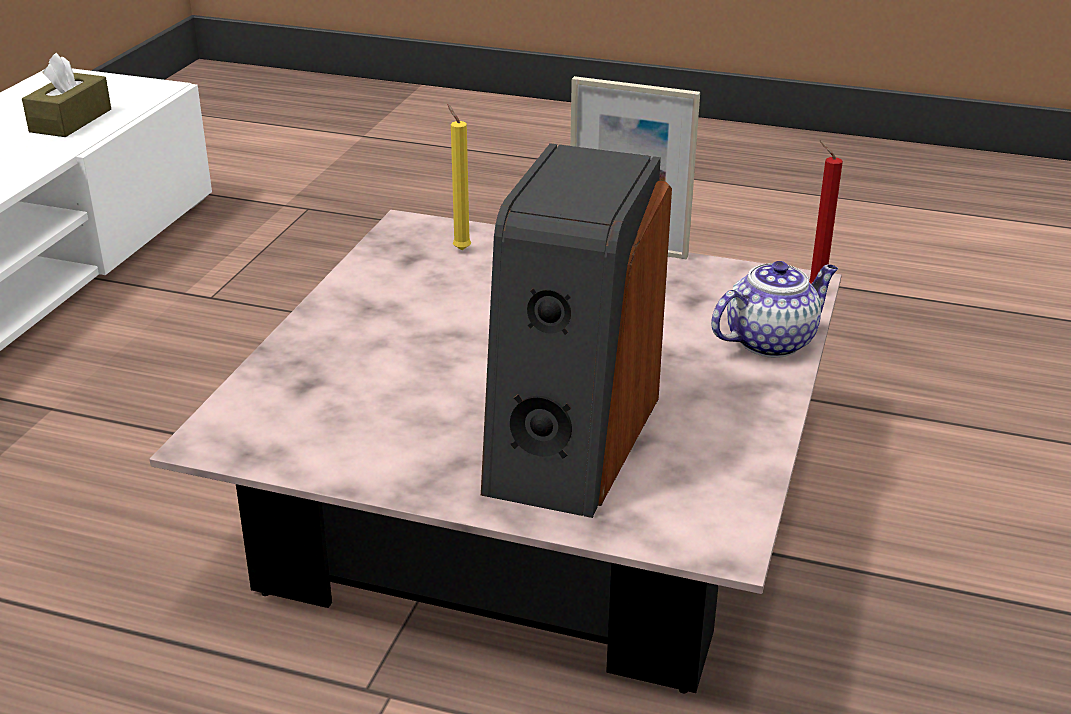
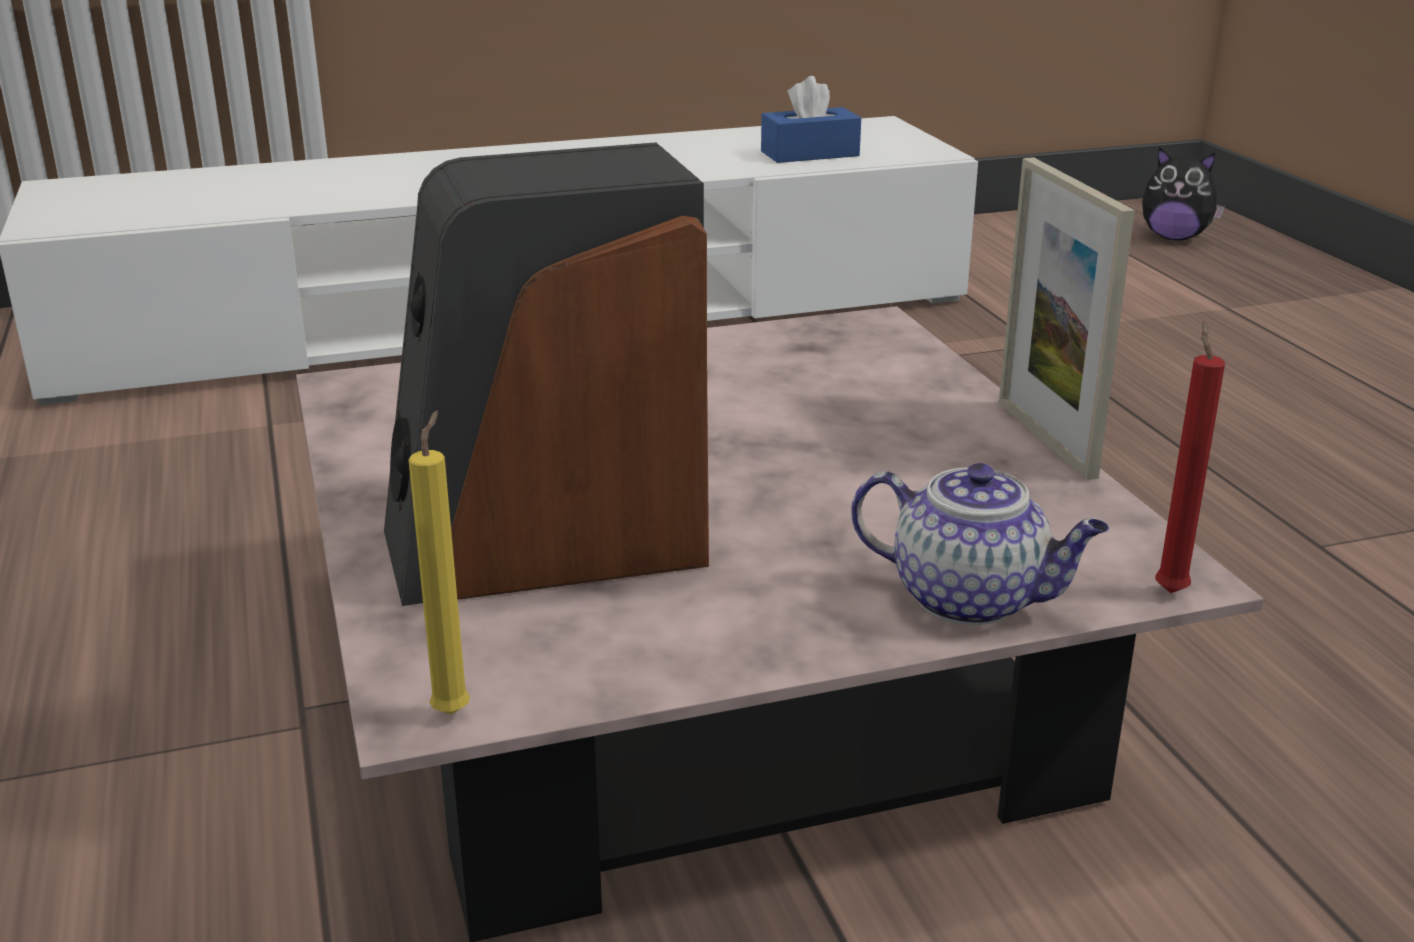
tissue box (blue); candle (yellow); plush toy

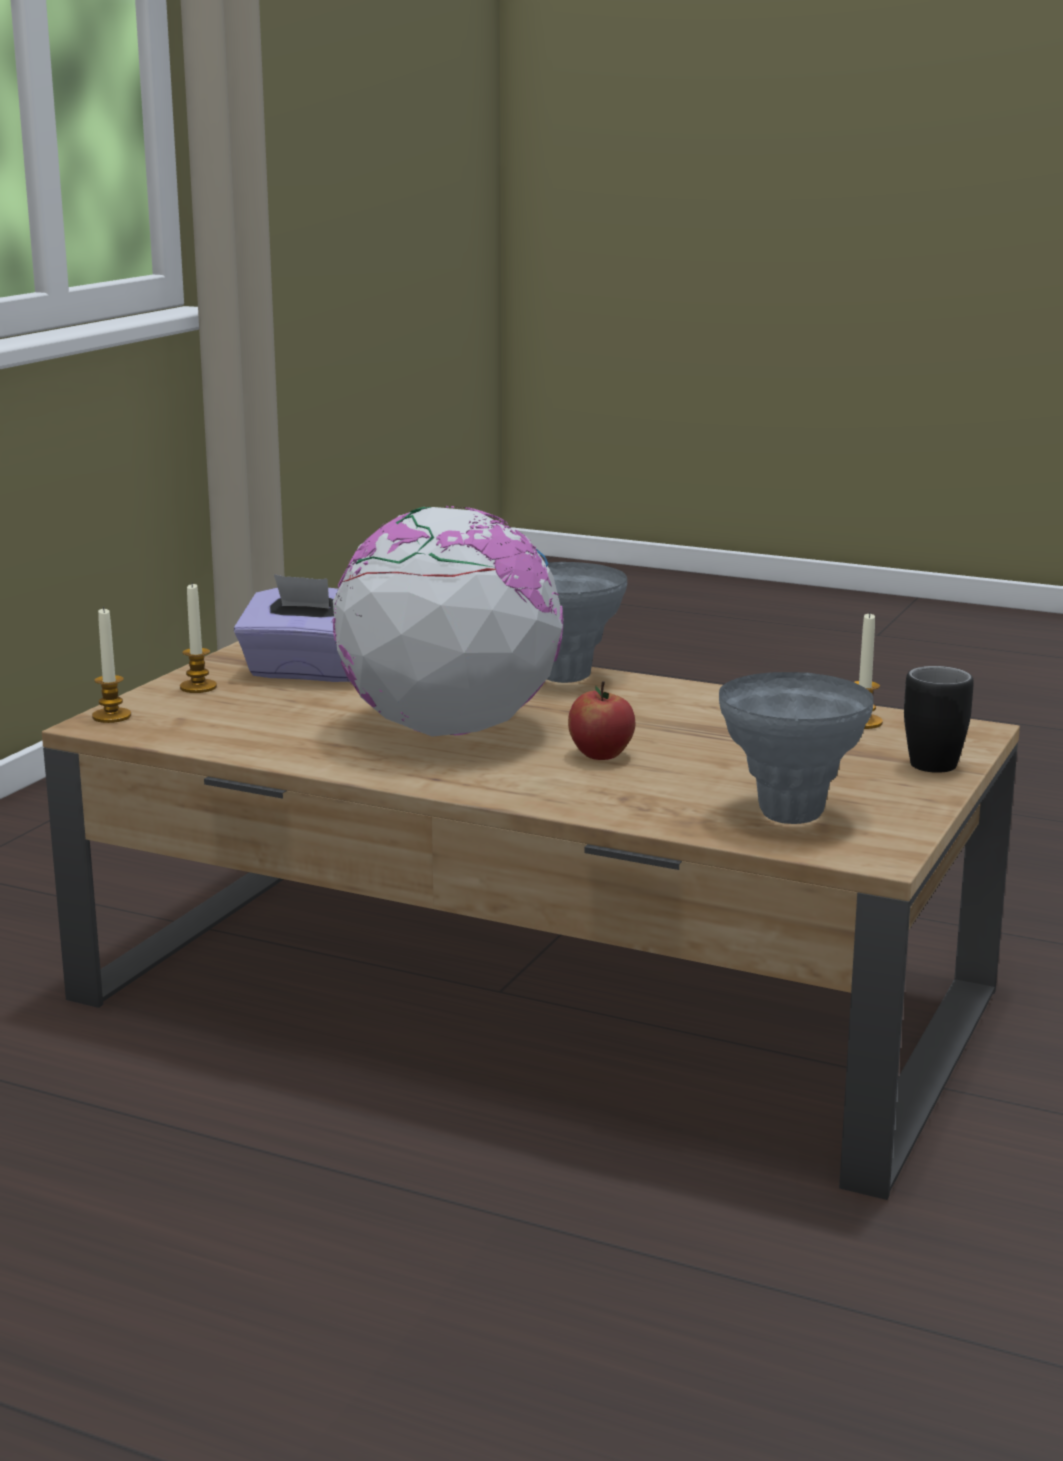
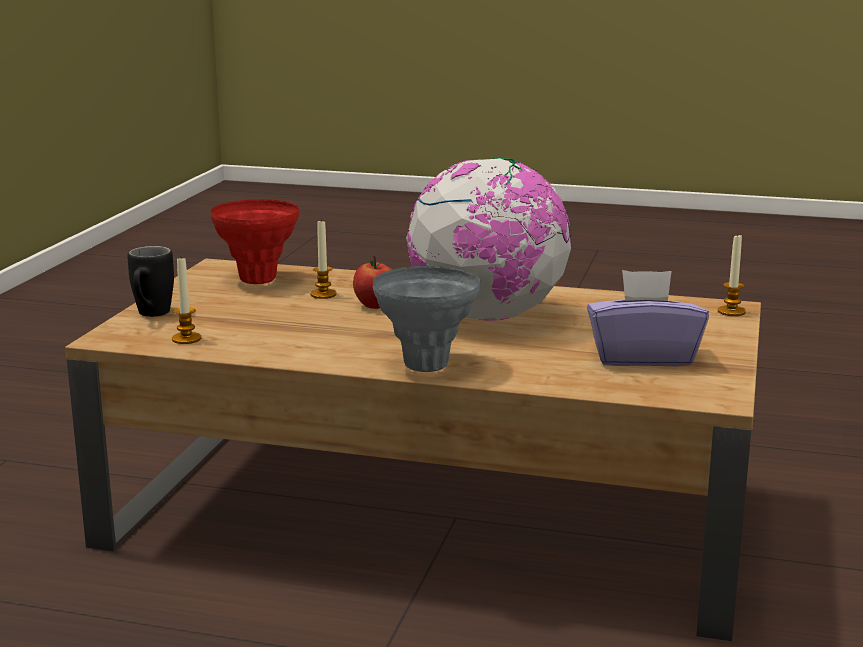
candle (2nd from left); vase (red)

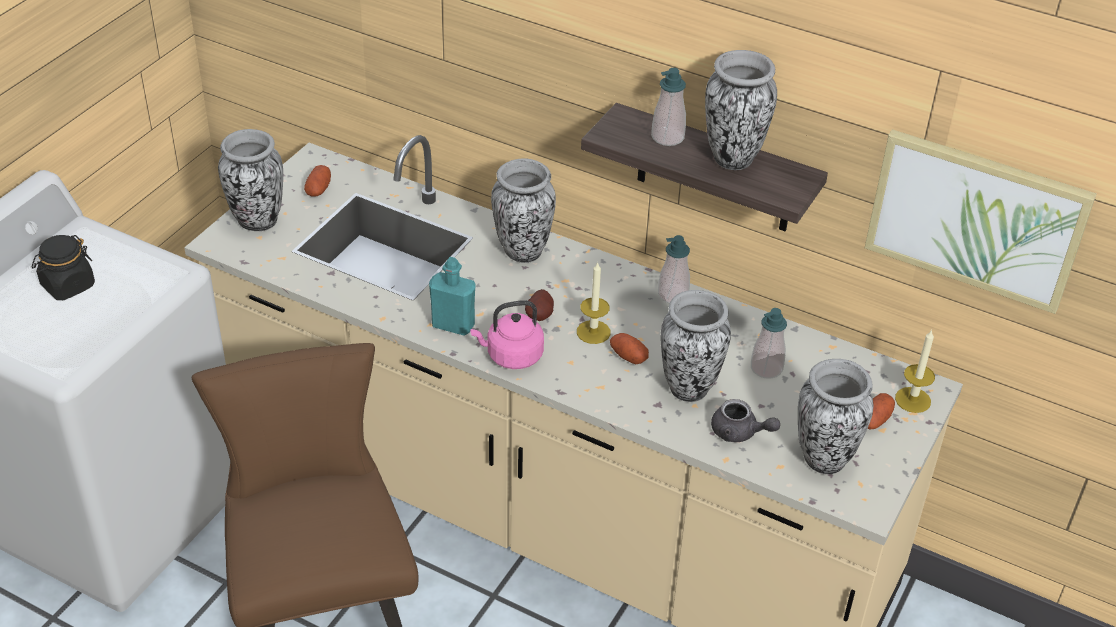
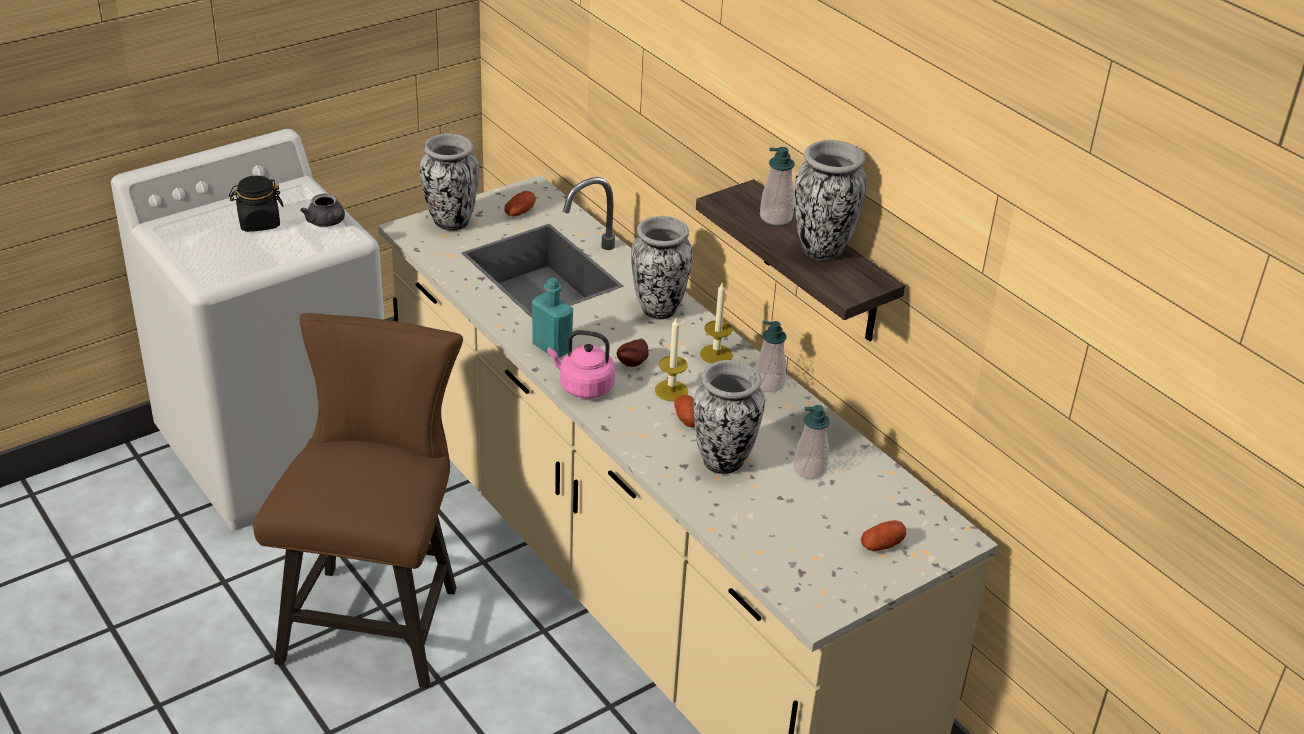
picture; candle (2nd from left); vase (5th from left in the first image); teapot (grey)

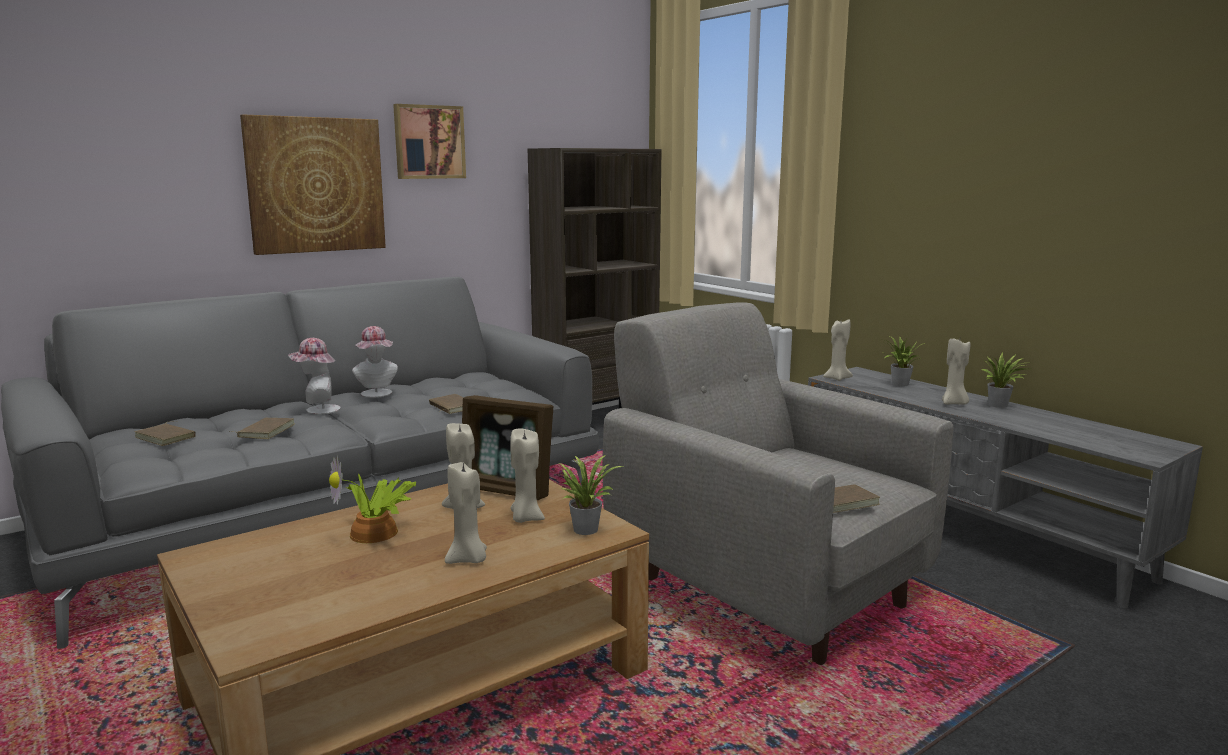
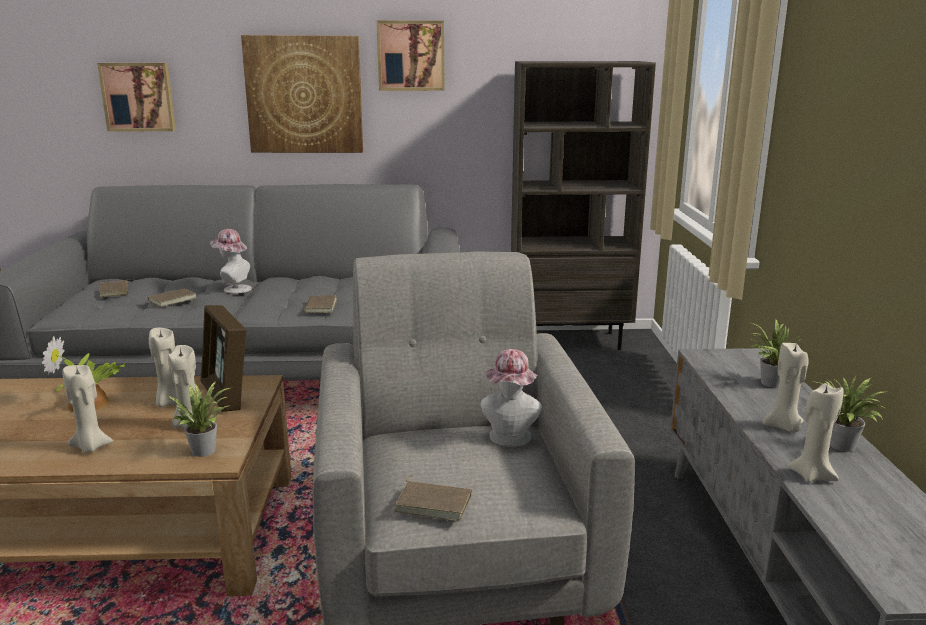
candle (beige) (5th from left); hat (2nd from left); picture (1st from left)

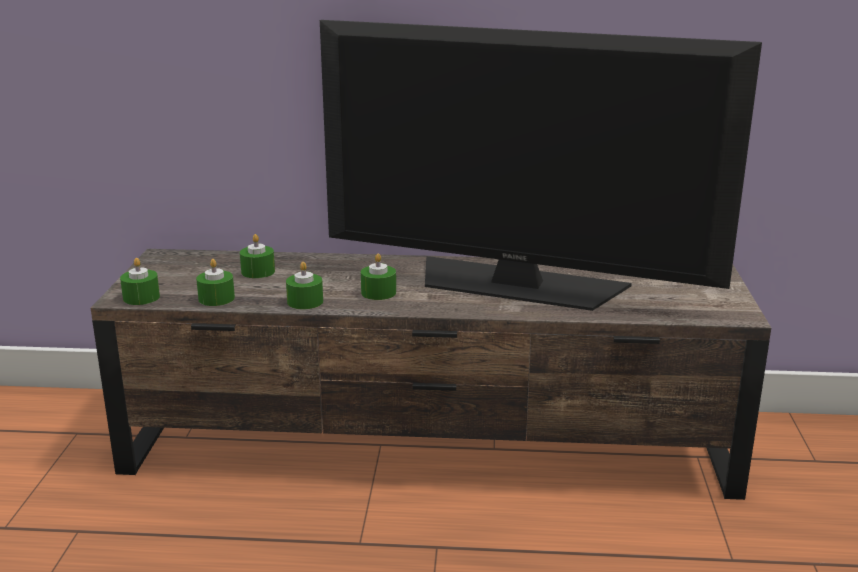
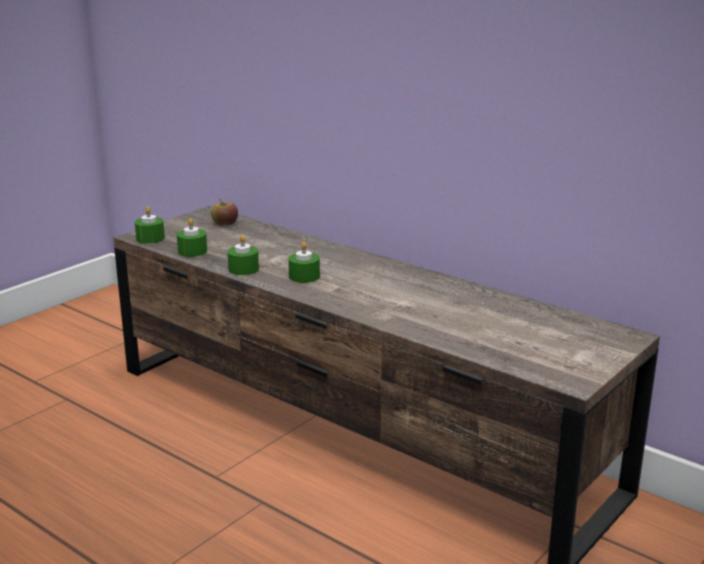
television; candle (green) (3rd from left in the first image); apple

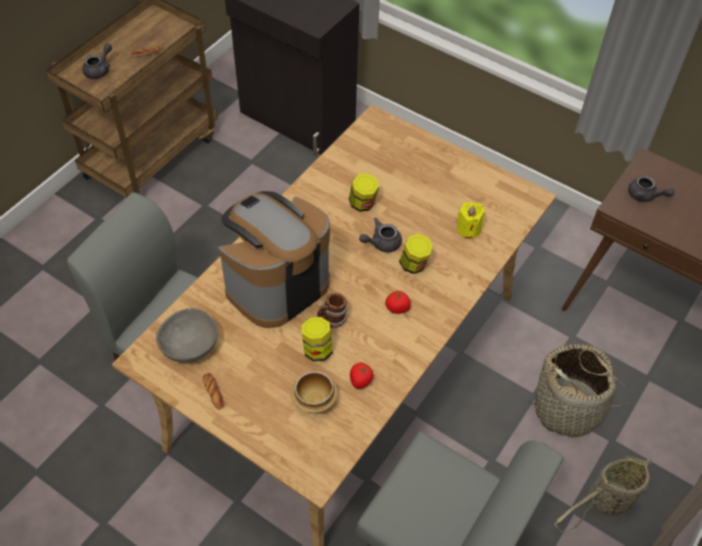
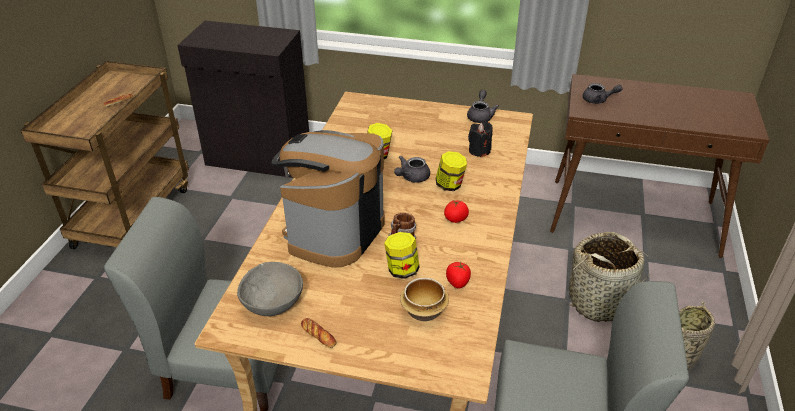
teapot (grey) (2nd from left); candle (black)

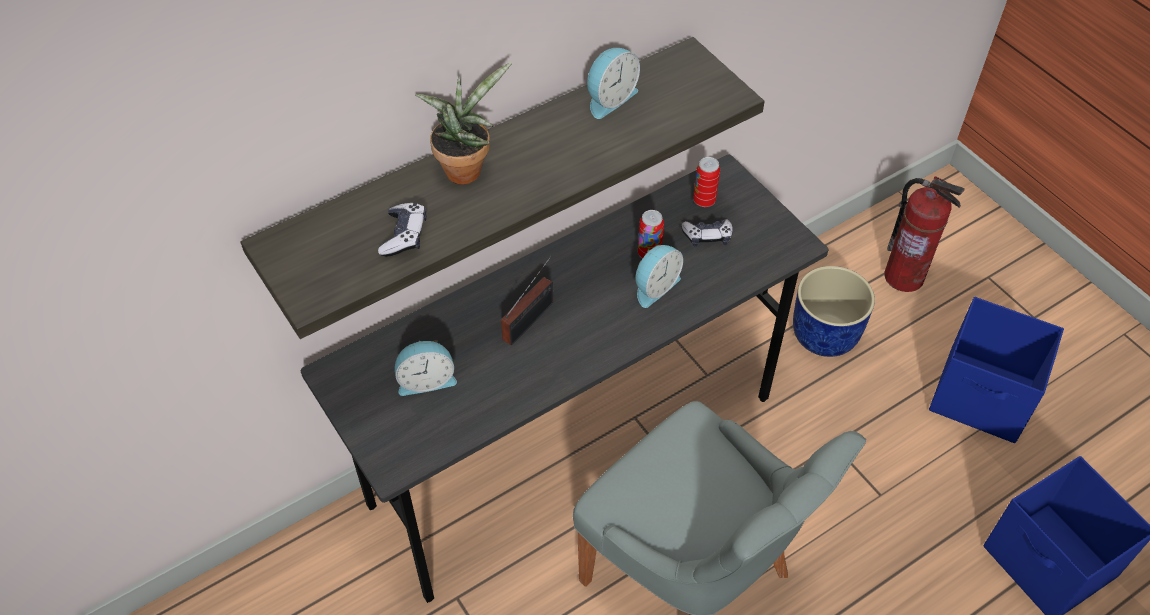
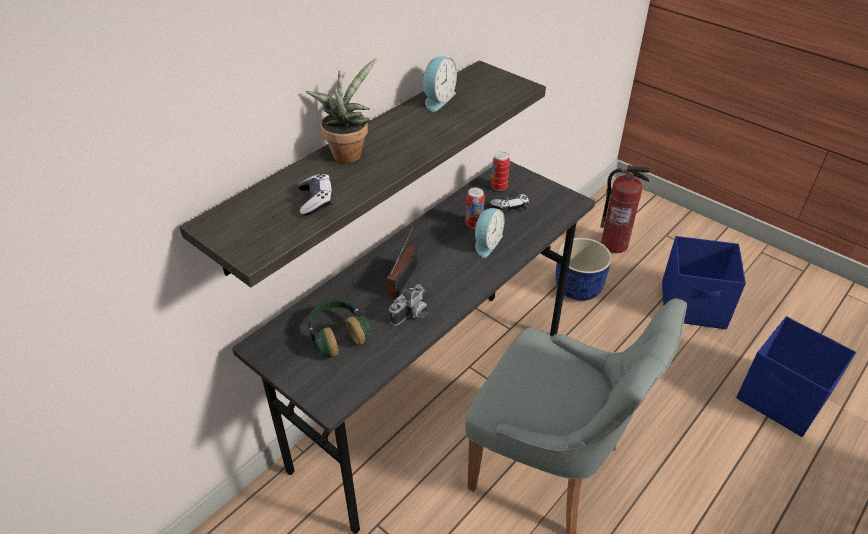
headphones; photo camera

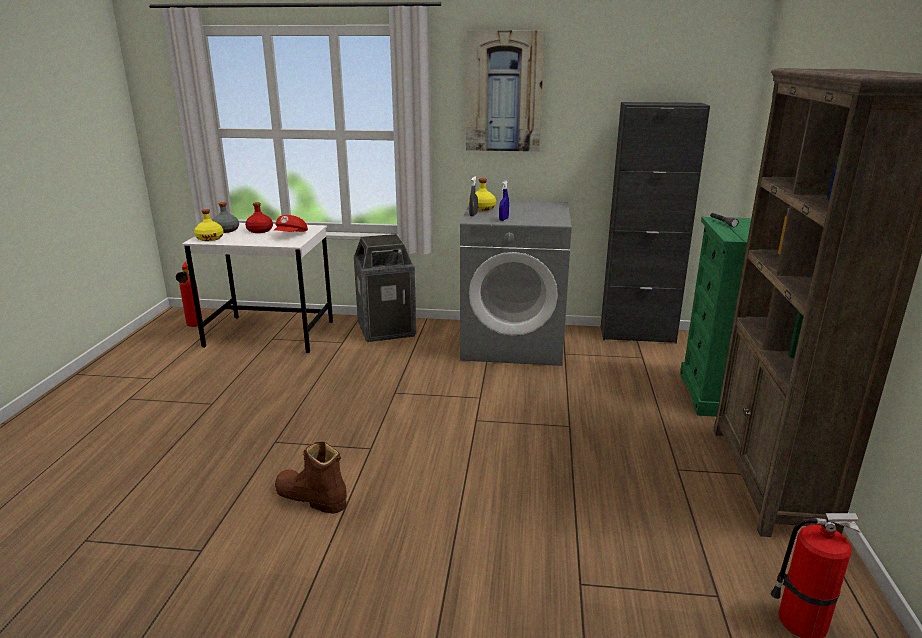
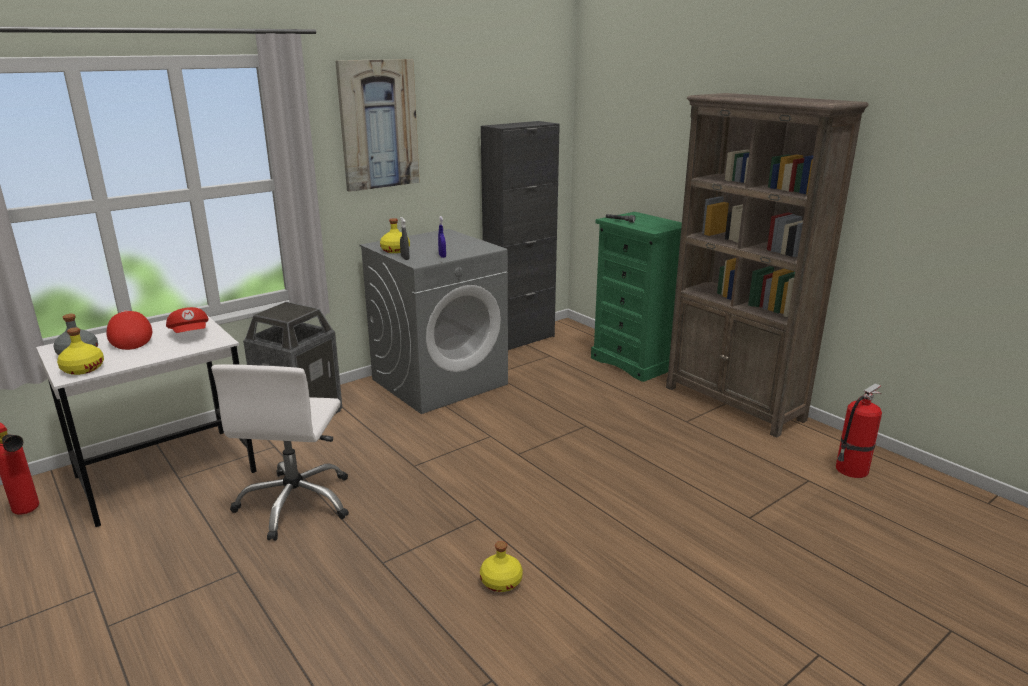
cap (red) (1st from left); bottle (yellow) (3rd from left); office chair (white)

